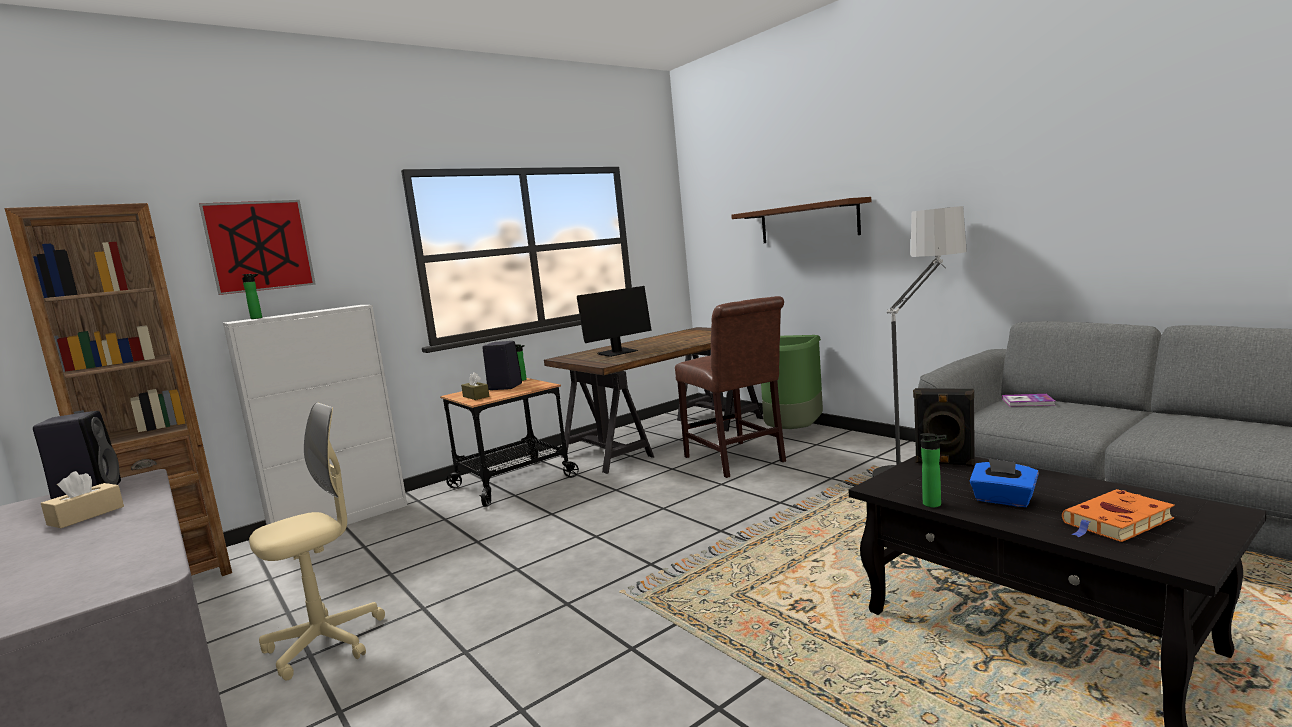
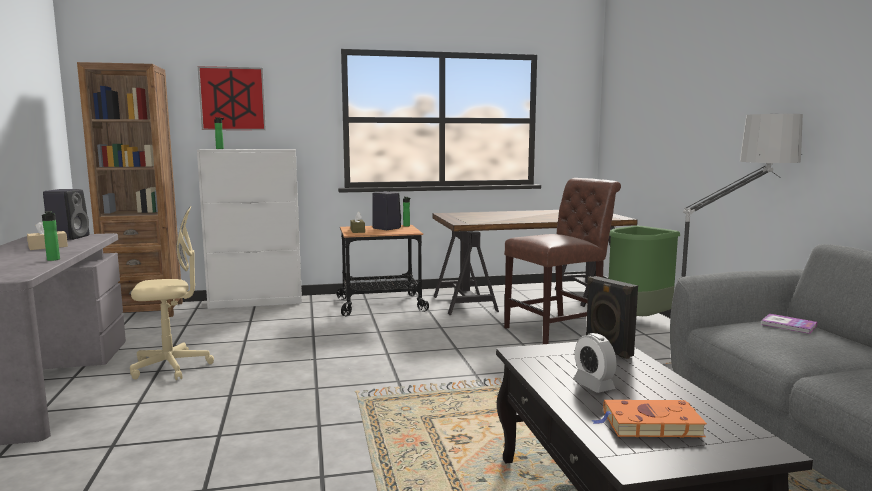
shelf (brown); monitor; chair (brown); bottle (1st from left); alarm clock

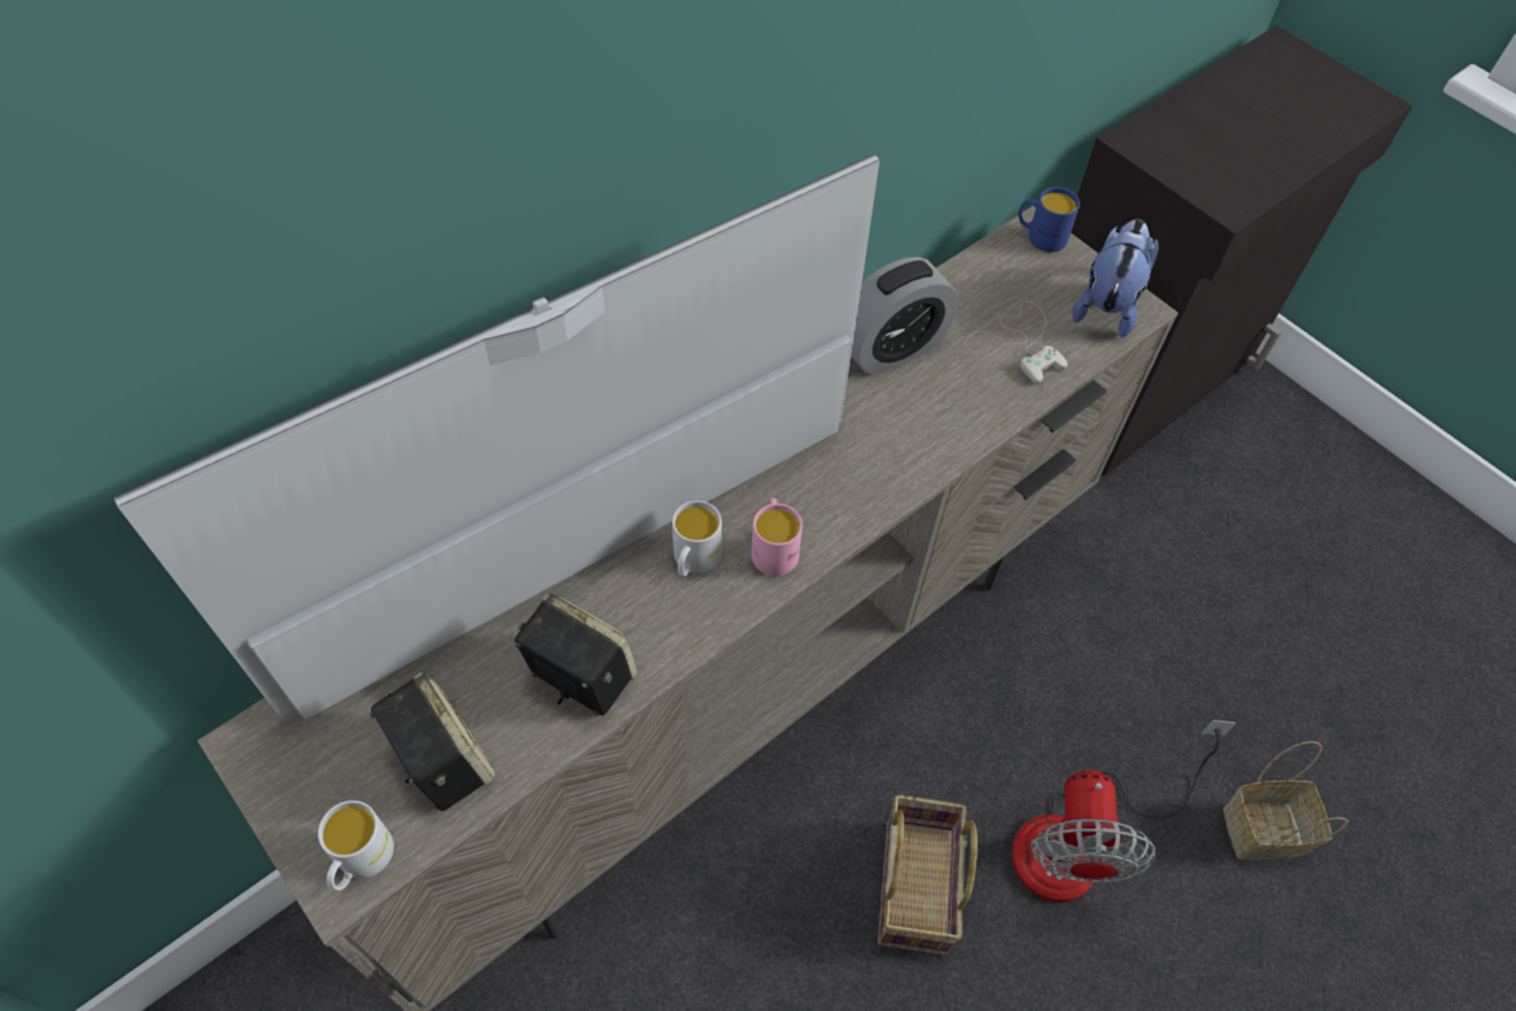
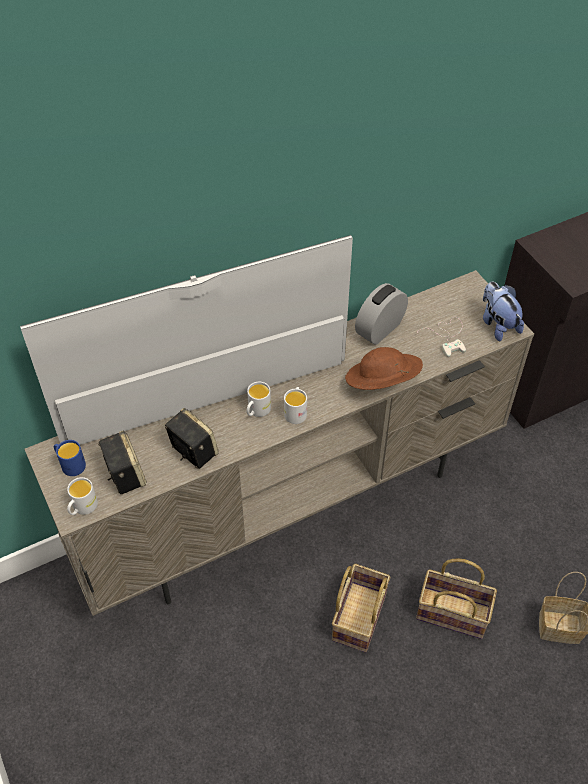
mug (blue); plush toy; alarm clock; mug (white) (3rd from left); basket (2nd from left); hat (brown)

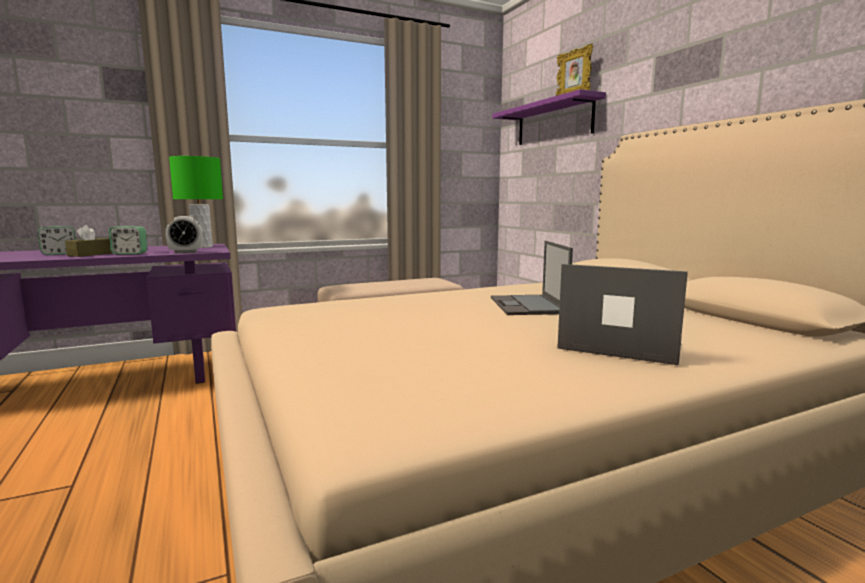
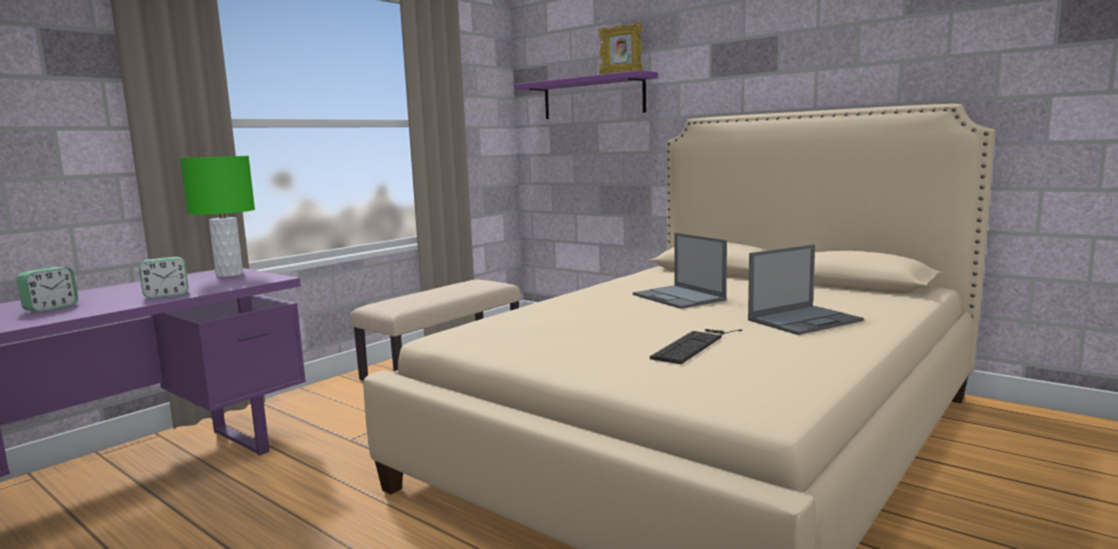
alarm clock (3rd from left in the first image); tissue box (brown); laptop (2nd from left); keyboard

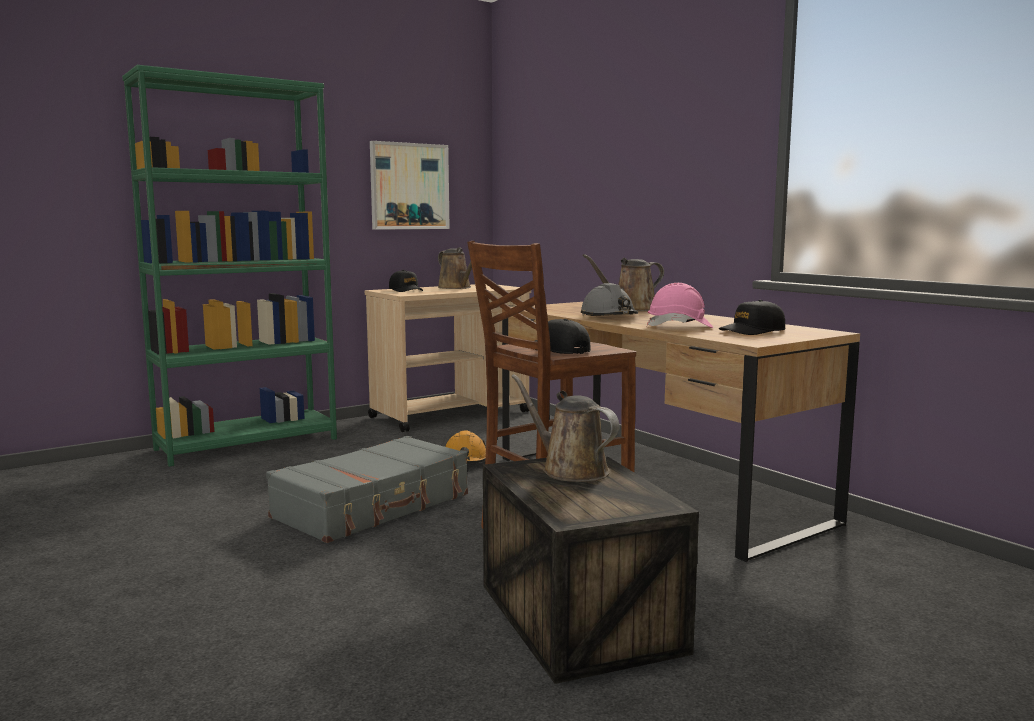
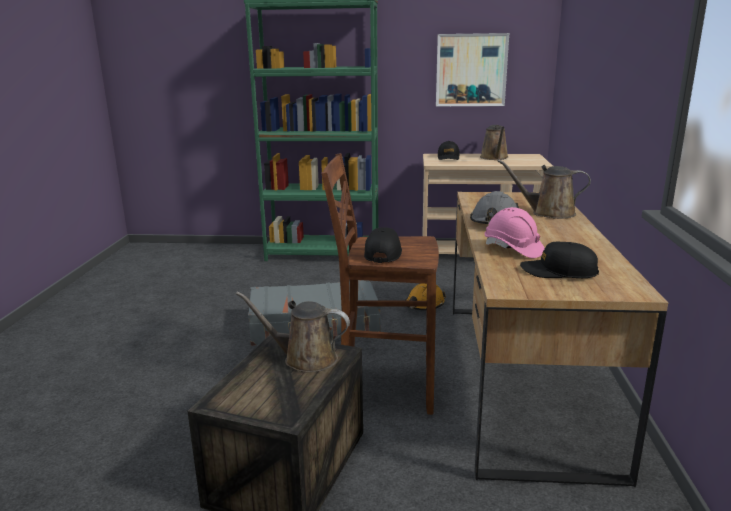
watering can (brown) (1st from left)

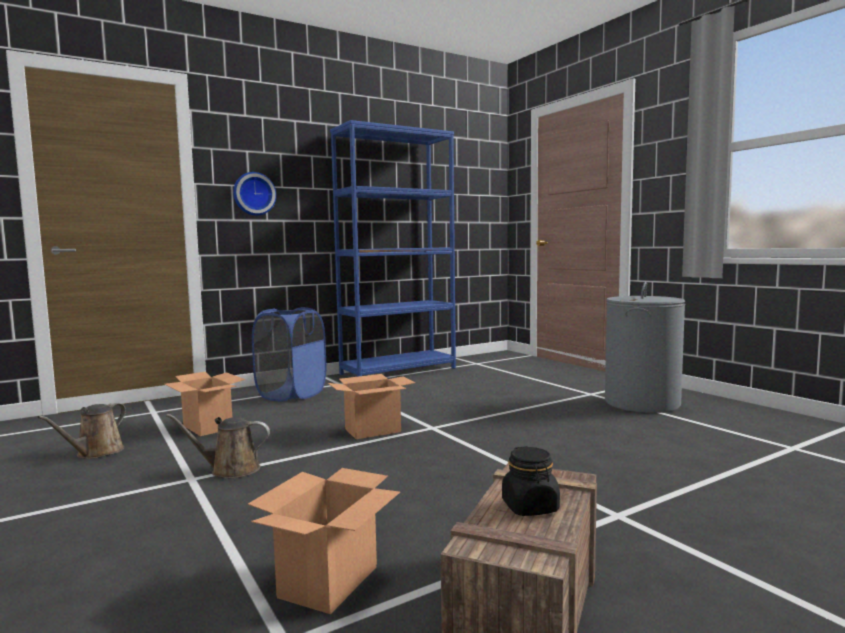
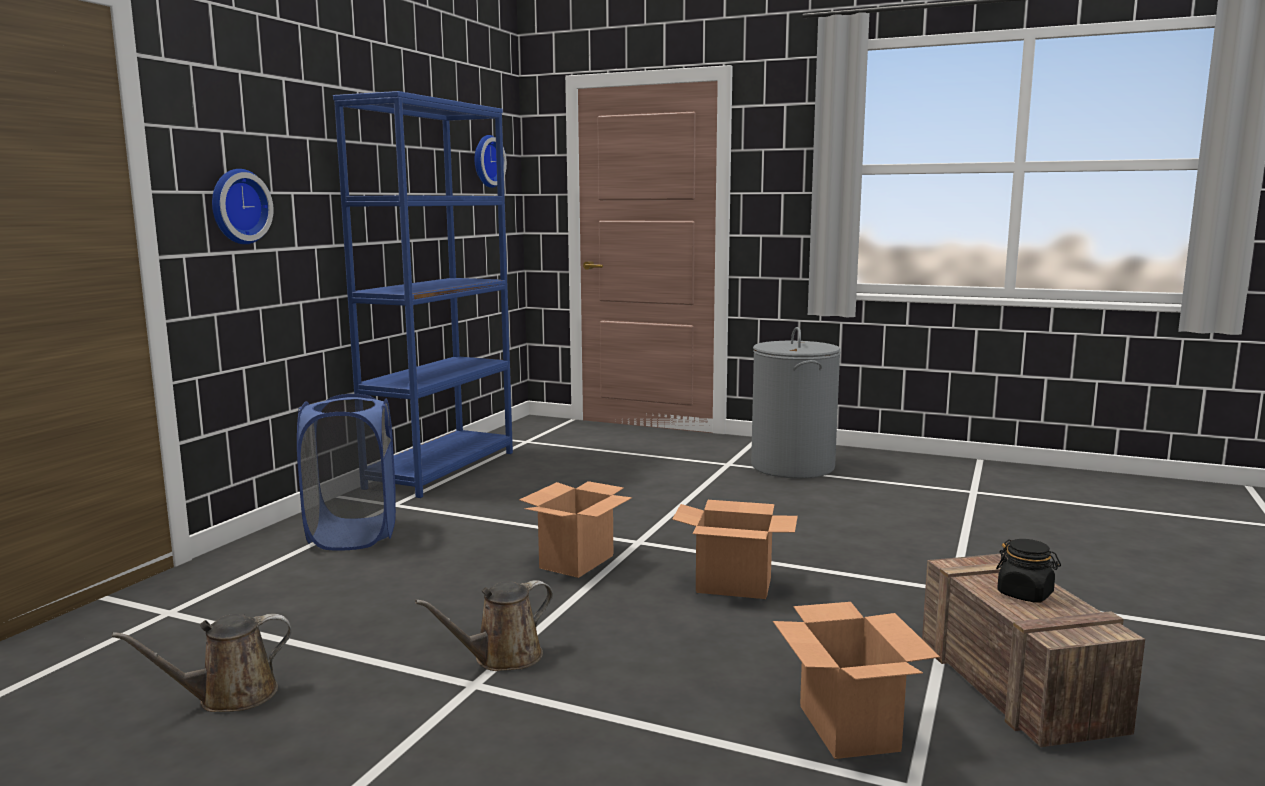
cardboard box (2nd from left); watering can (brown) (1st from left); wall clock (2nd from left)

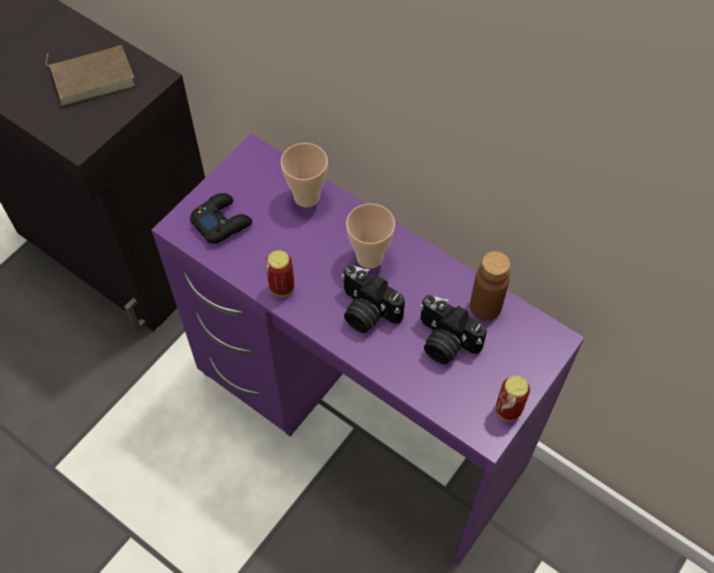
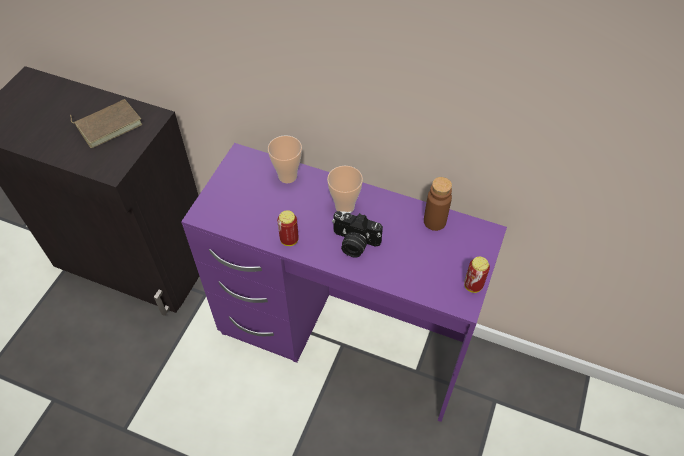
game controller (black); photo camera (2nd from left in the first image)

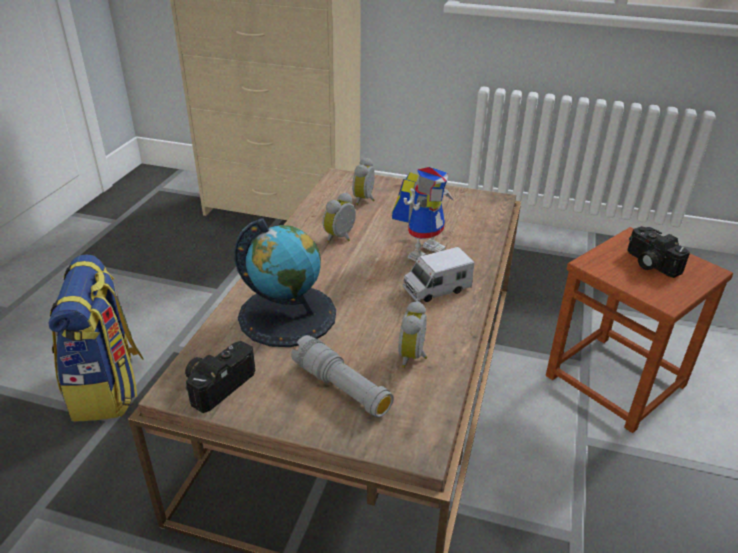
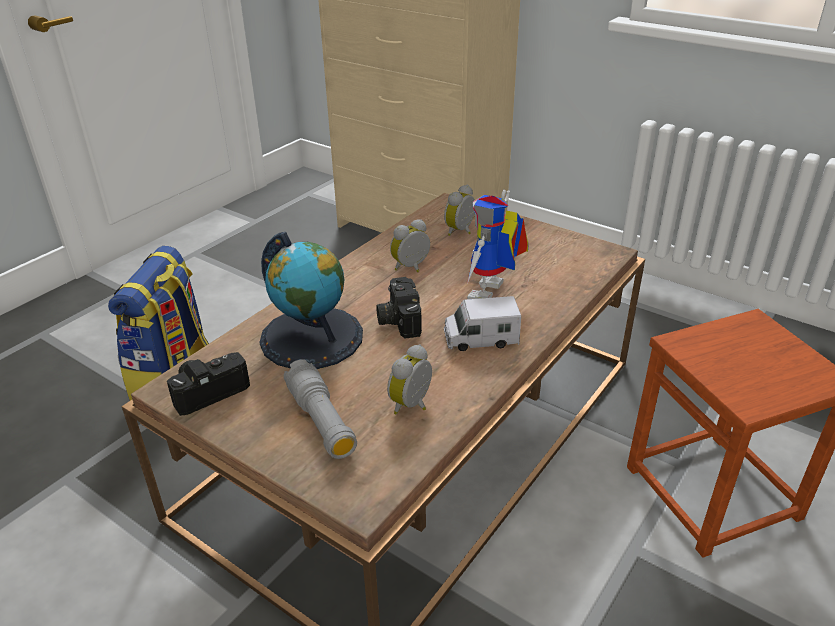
toy robot; photo camera (2nd from left)

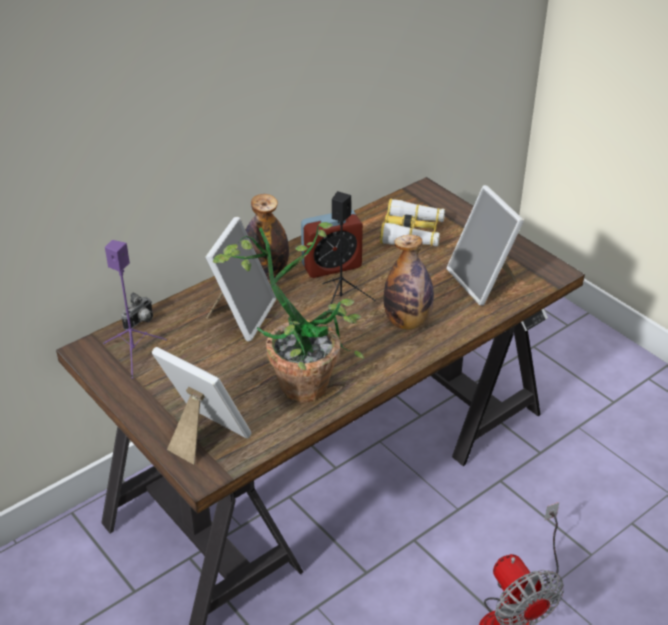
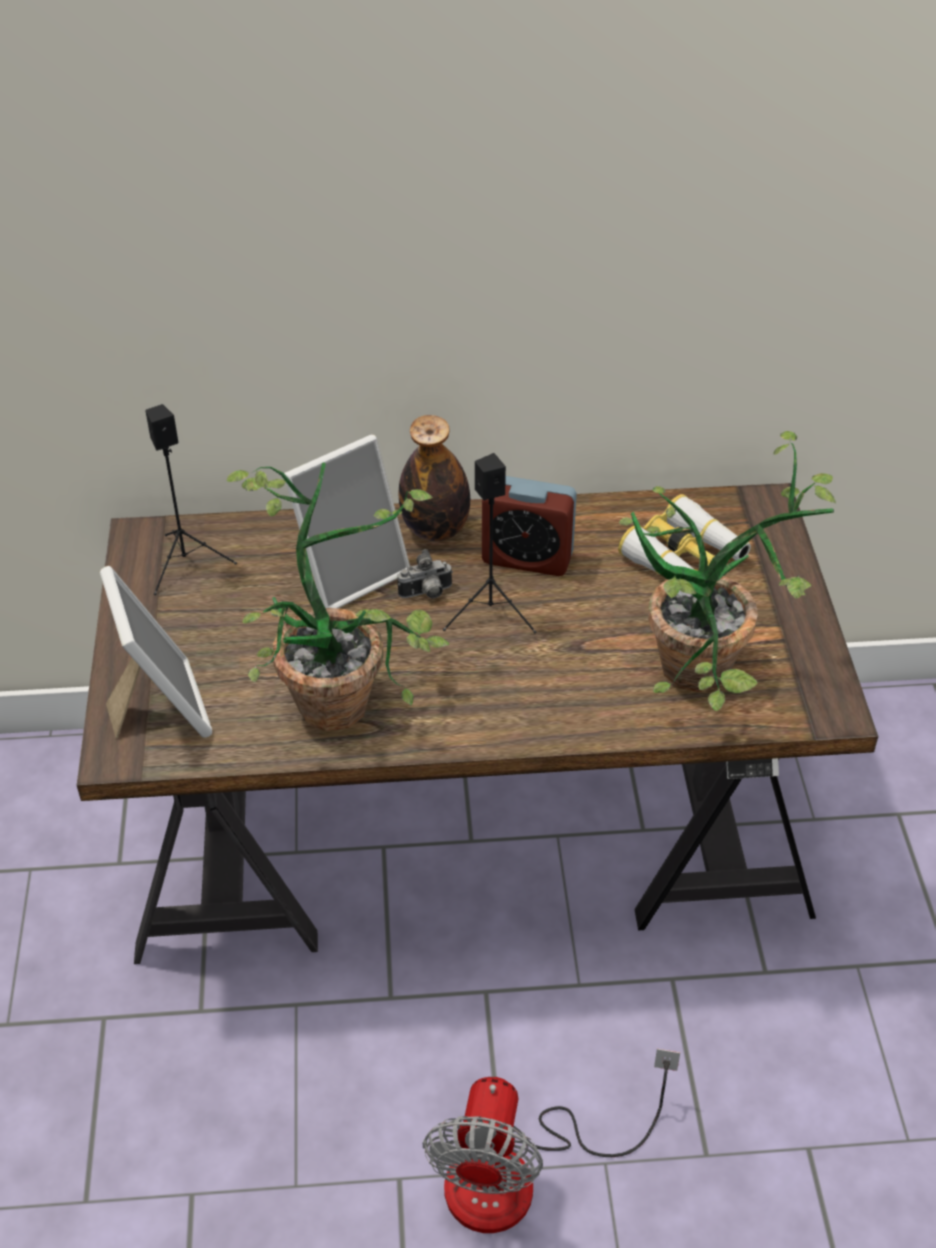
potted plant (2nd from left); bottle (2nd from left in the first image); speaker (black) (1st from left); photo camera

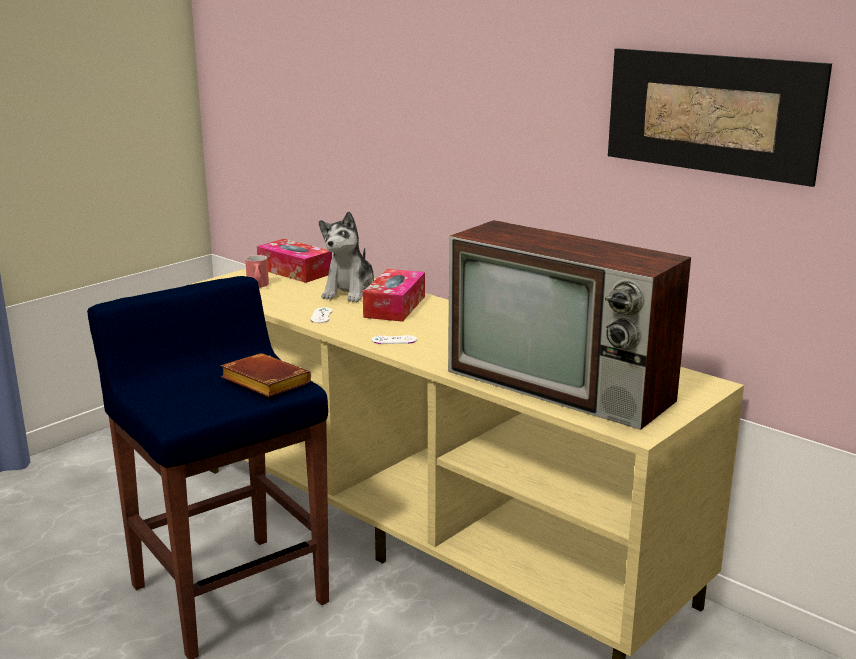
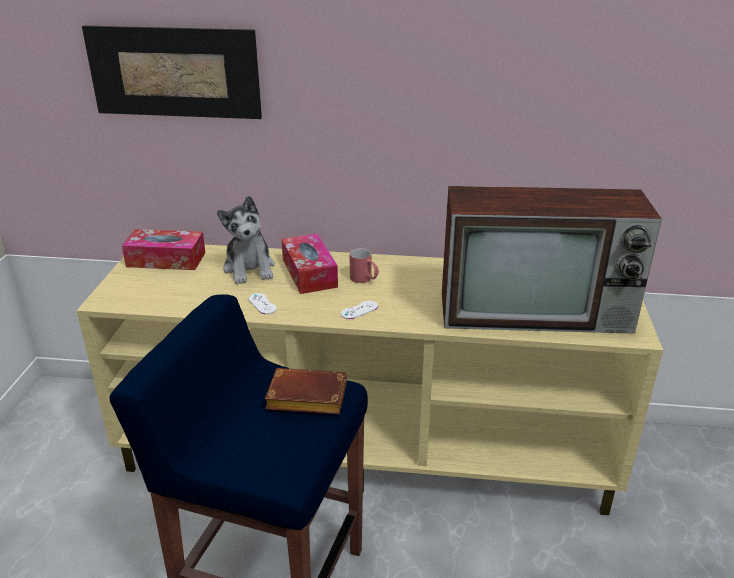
picture; mug (red)

